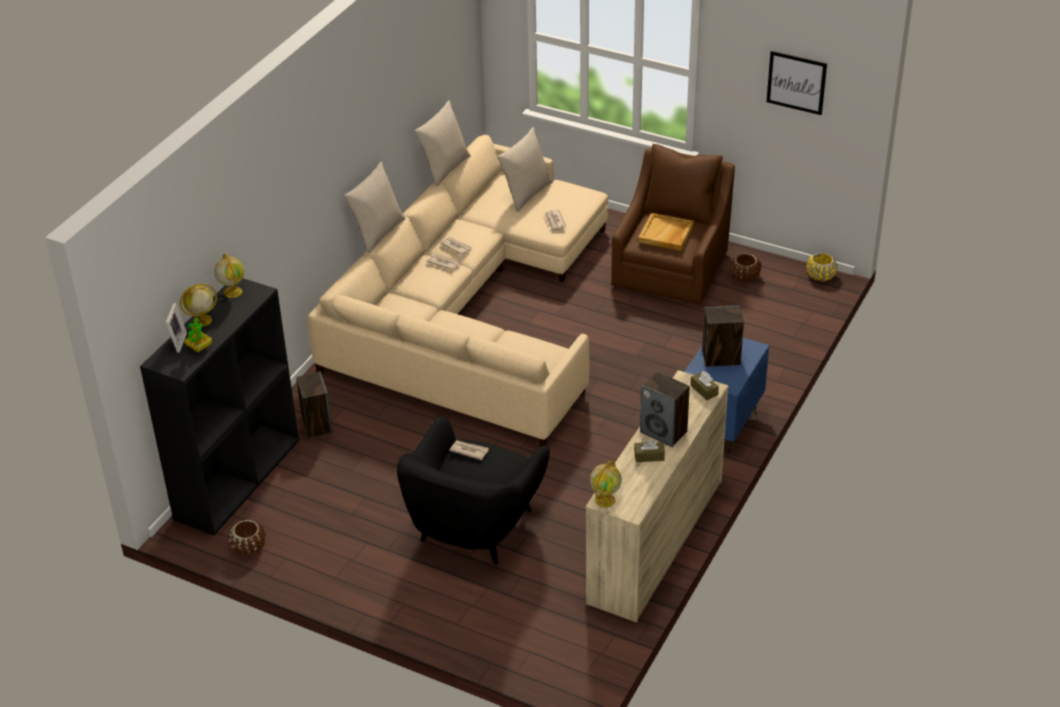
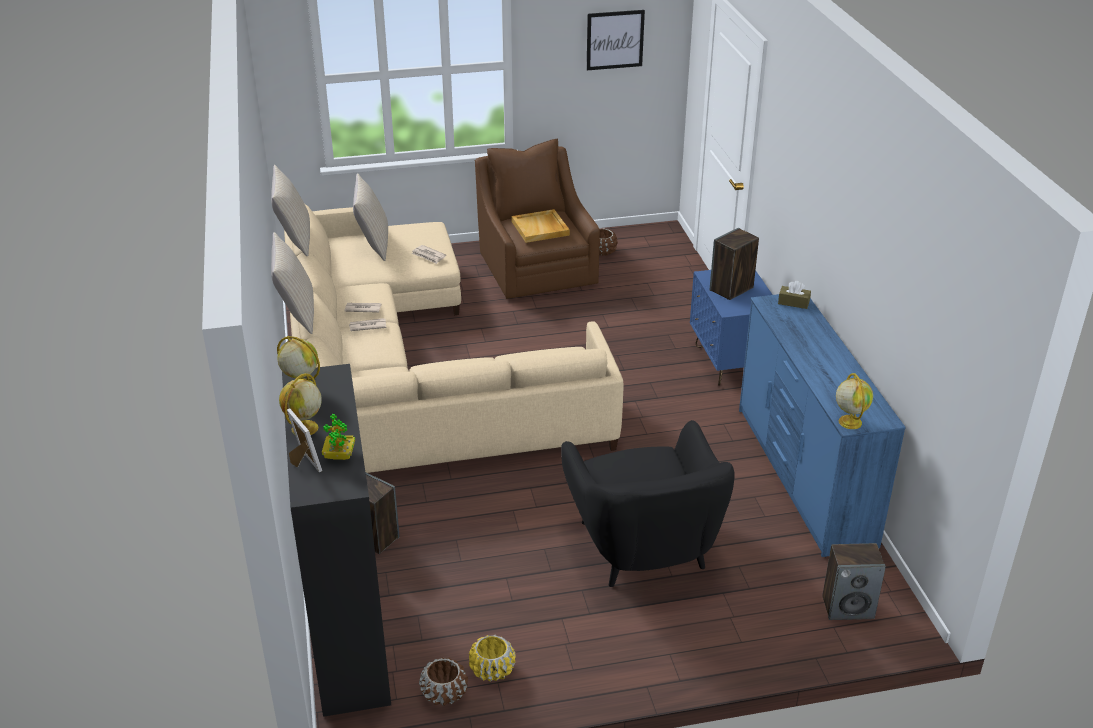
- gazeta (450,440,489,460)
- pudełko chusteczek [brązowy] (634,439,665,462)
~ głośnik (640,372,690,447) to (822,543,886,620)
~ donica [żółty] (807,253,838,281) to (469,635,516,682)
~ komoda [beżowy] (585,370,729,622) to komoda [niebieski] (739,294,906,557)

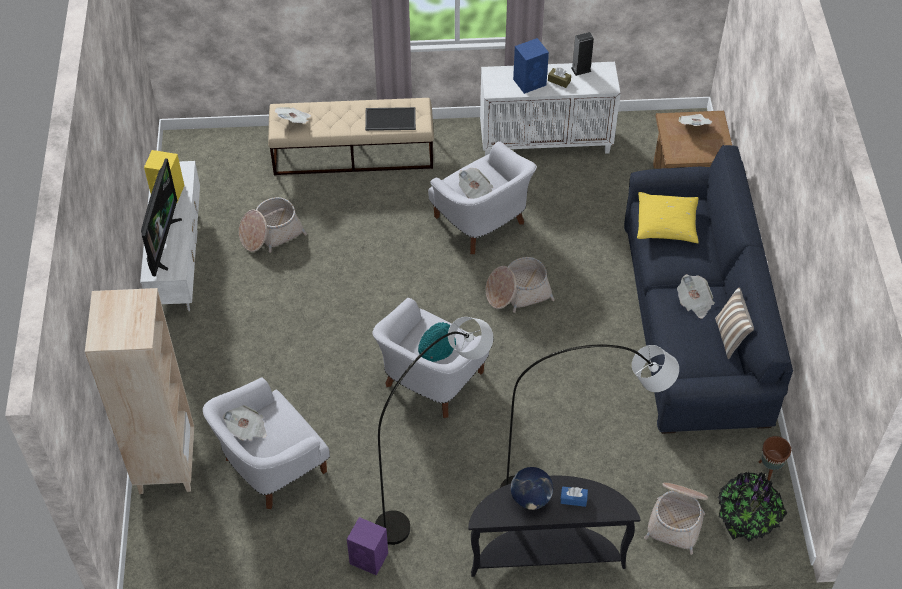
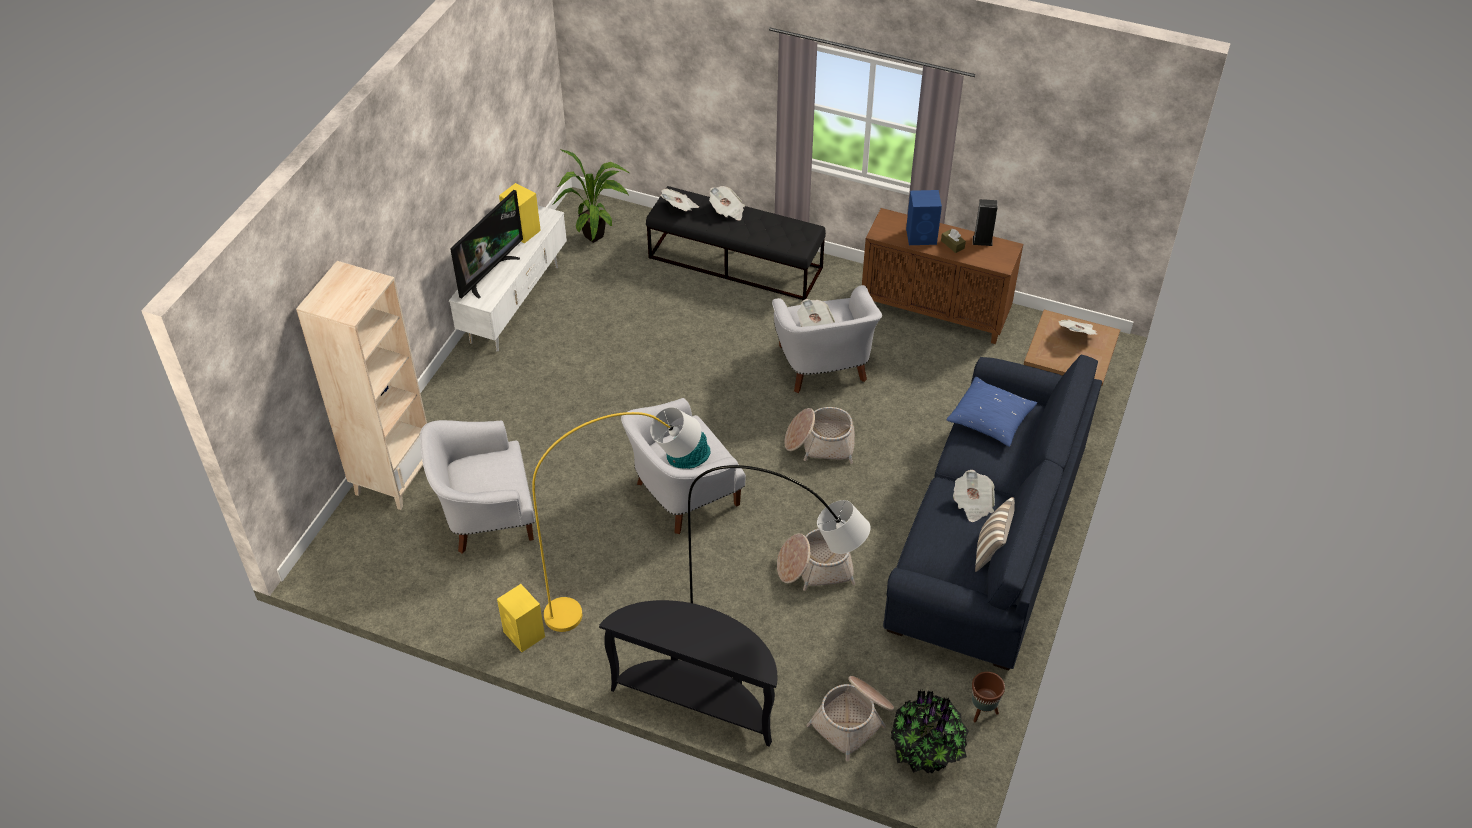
- taca (365,107,416,131)
- globus (511,467,553,510)
- pudełko chusteczek [niebieski] (561,487,588,507)
+ roślina doniczkowa (552,149,629,243)
~ gazeta (223,405,267,441) to (709,186,745,221)
~ koszyk (239,197,307,253) to (777,529,855,591)
~ ławka [beżowy] (268,98,434,175) to ławka [czarny] (646,186,826,300)
~ głośnik [fioletowy] (347,517,388,575) to głośnik [żółty] (497,584,545,652)
~ lampa stojąca [szary] (375,317,493,545) to lampa stojąca [żółty] (532,407,701,632)
~ szafka [biały] (480,62,621,156) to szafka [brązowy] (862,208,1023,344)
~ poduszka [żółty] (637,192,699,243) to poduszka [niebieski] (946,377,1037,447)

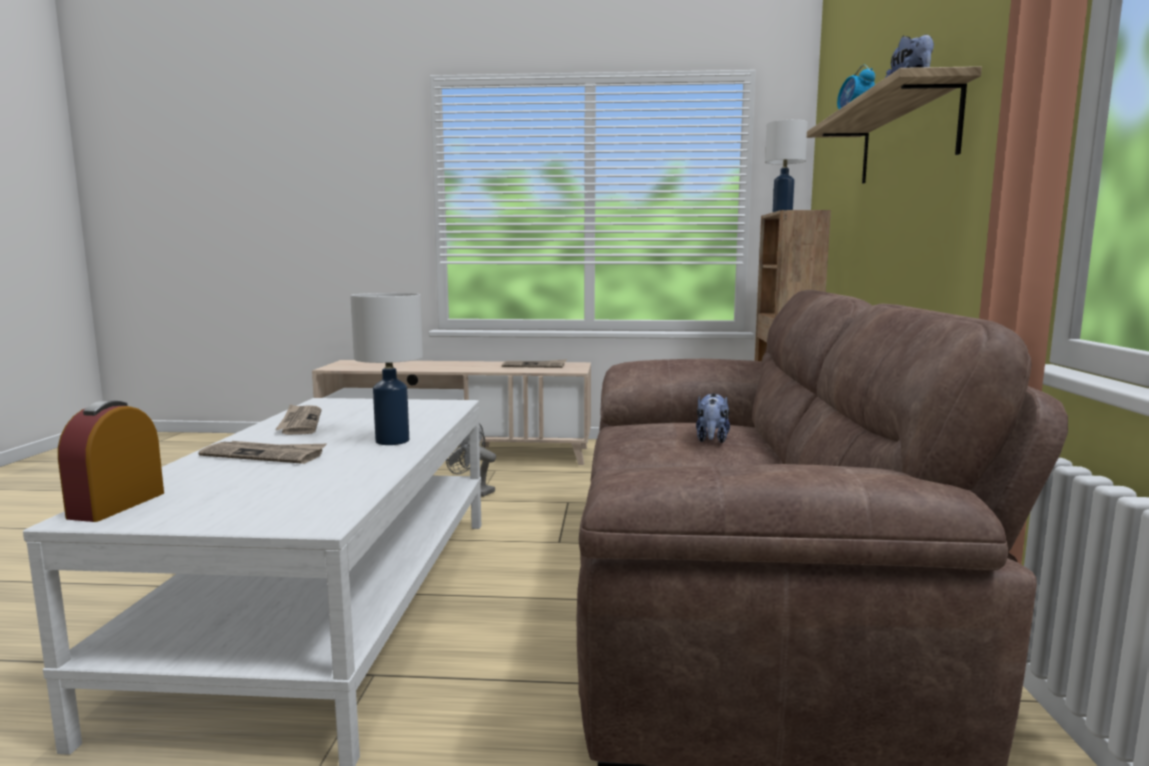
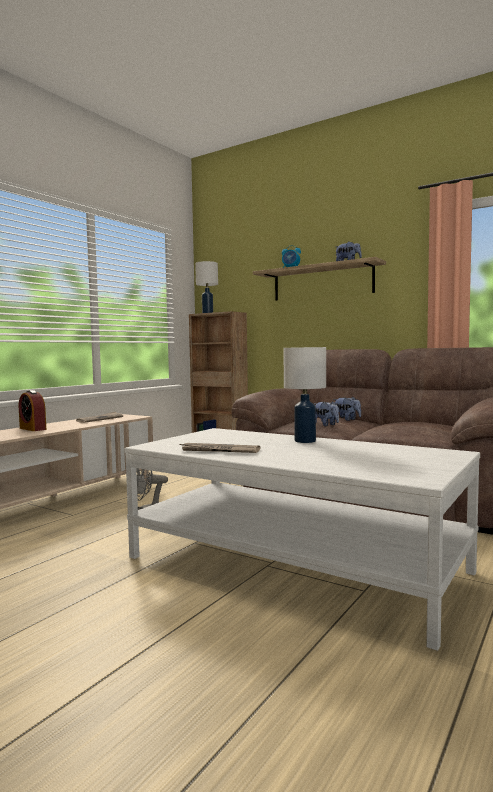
- gazeta (199,441,327,464)
+ pluszak (314,401,339,426)
~ budzik (58,400,164,522) to (19,390,46,431)

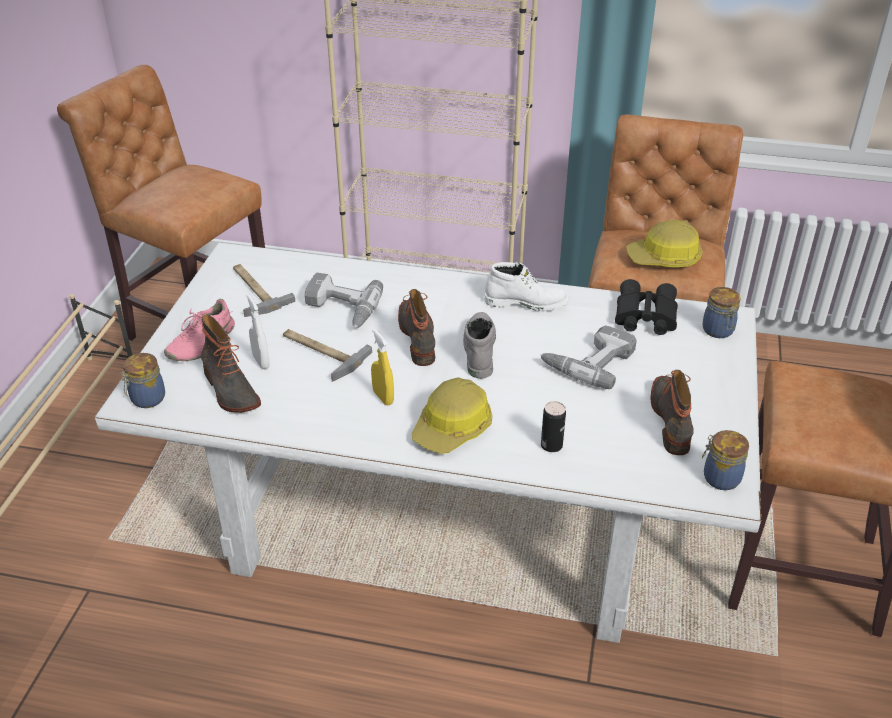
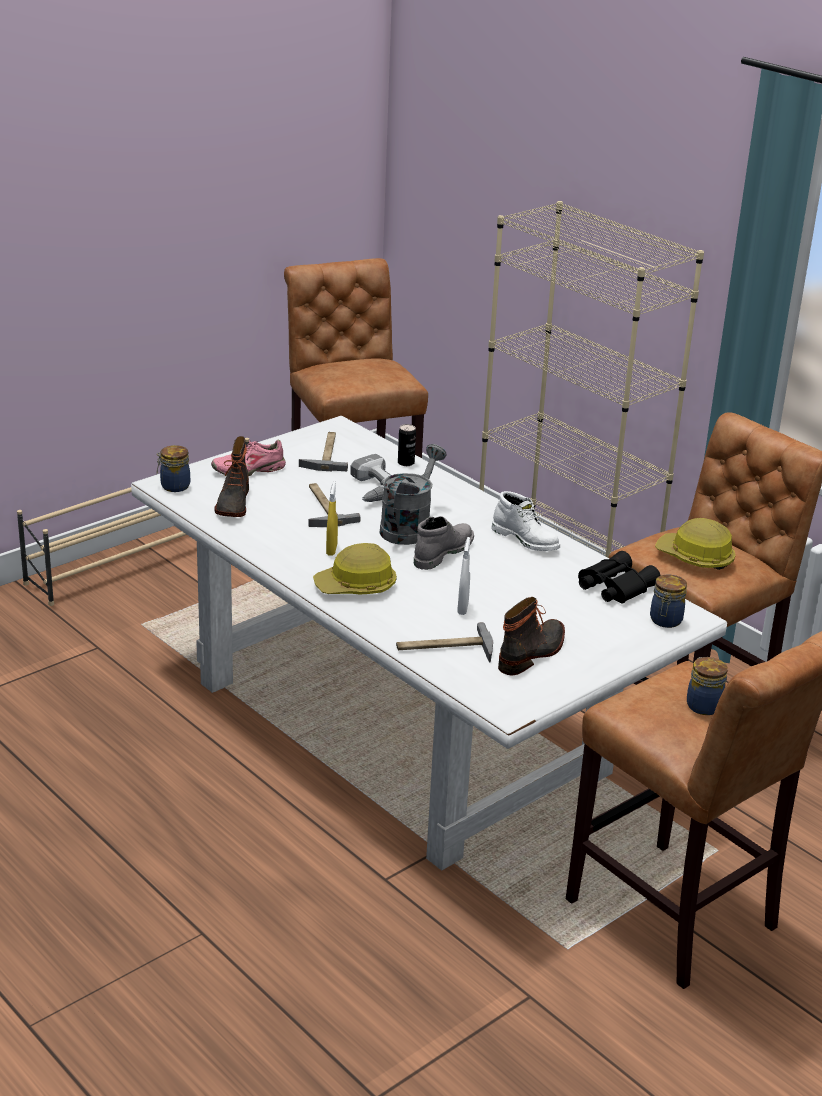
- wiertarka (540,325,637,389)
+ młotek (396,622,493,662)
~ spryskiwacz [biały] (247,294,270,369) to (457,537,470,615)
~ puszka (541,401,566,452) to (398,424,416,466)
~ słoik (702,430,749,490) to (687,657,728,715)
~ but z cholewką (398,289,435,366) to konewka [szary] (380,444,447,545)

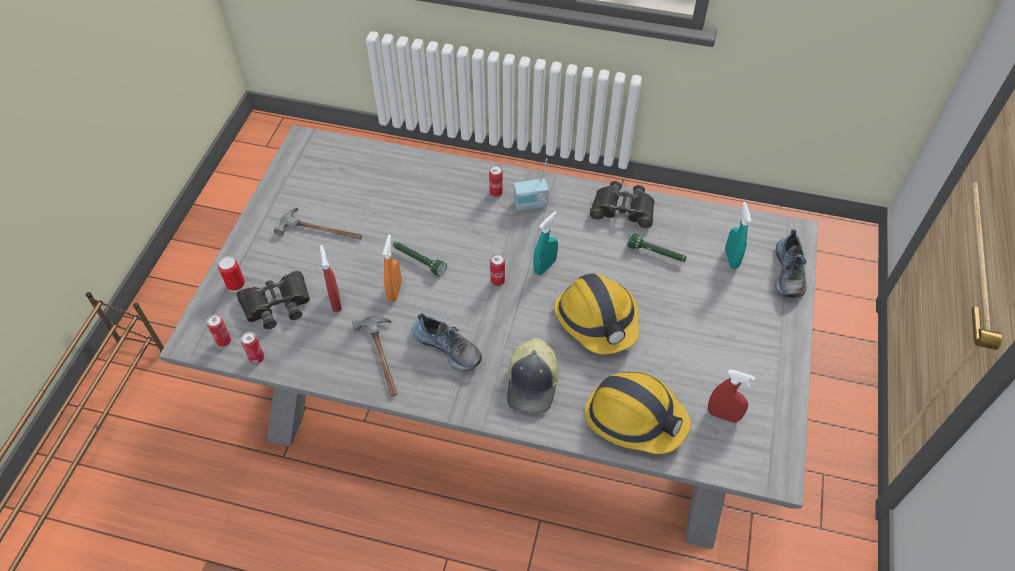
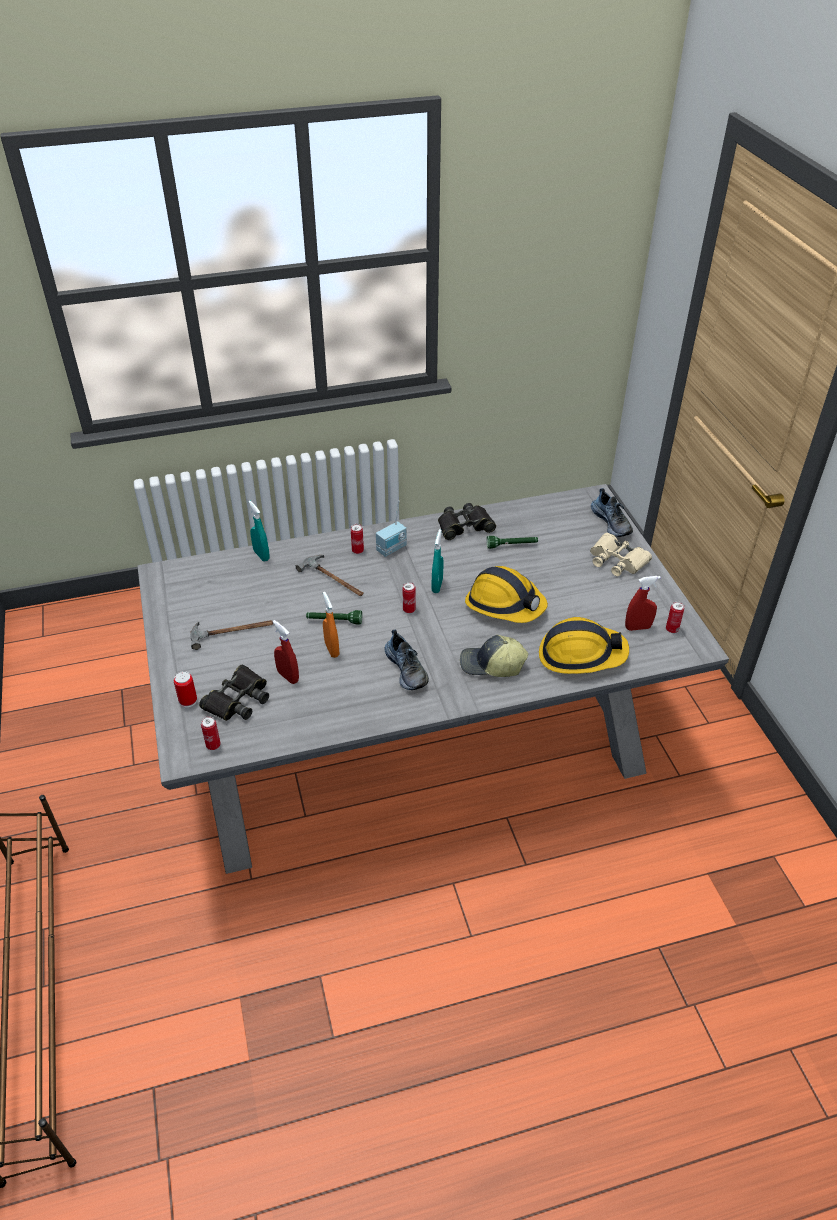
+ lornetka [beżowy] (590,533,652,576)
~ puszka (240,331,264,364) to (666,601,684,633)
~ młotek (352,316,398,397) to (296,555,363,596)
~ spryskiwacz [turkusowy] (725,202,751,269) to (249,501,270,562)
~ but (412,313,482,371) = (384,629,429,690) 60 degrees clockwise
~ czapka z daszkiem (507,338,558,413) = (460,635,528,677) 120 degrees clockwise

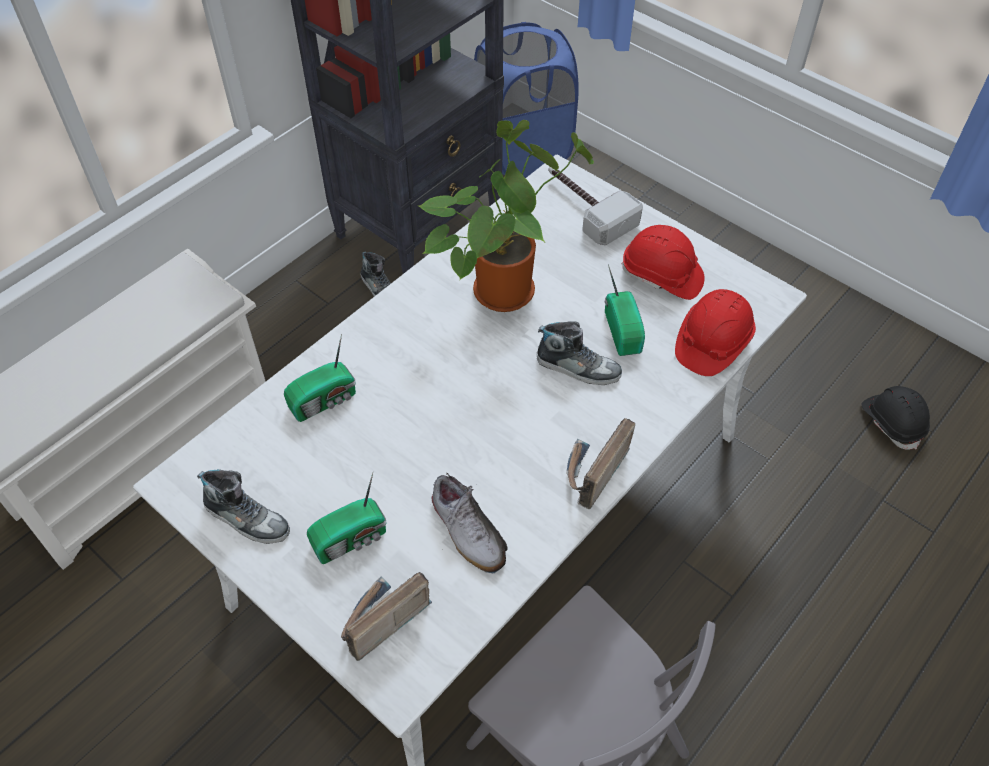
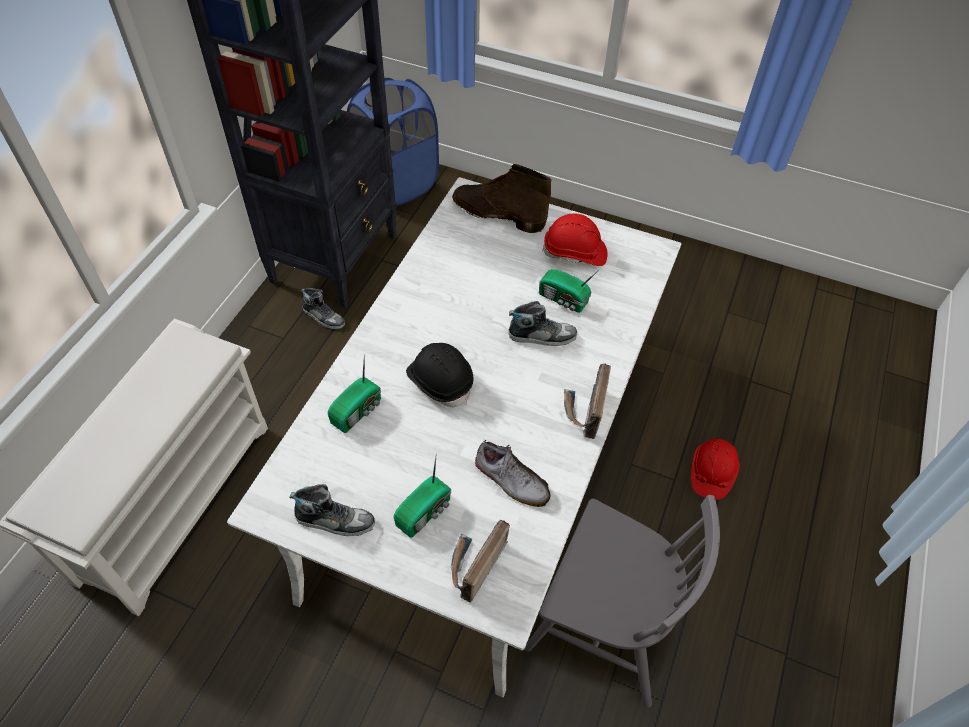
- roślina doniczkowa (418,120,594,312)
~ kask [czerwony] (675,289,756,376) to (691,439,740,500)
~ kask [czarny] (861,386,930,450) to (406,343,473,407)
~ młotek (548,167,643,245) to but z cholewką [brązowy] (452,164,551,233)
~ radio (605,264,645,356) = (539,269,599,313) 150 degrees clockwise

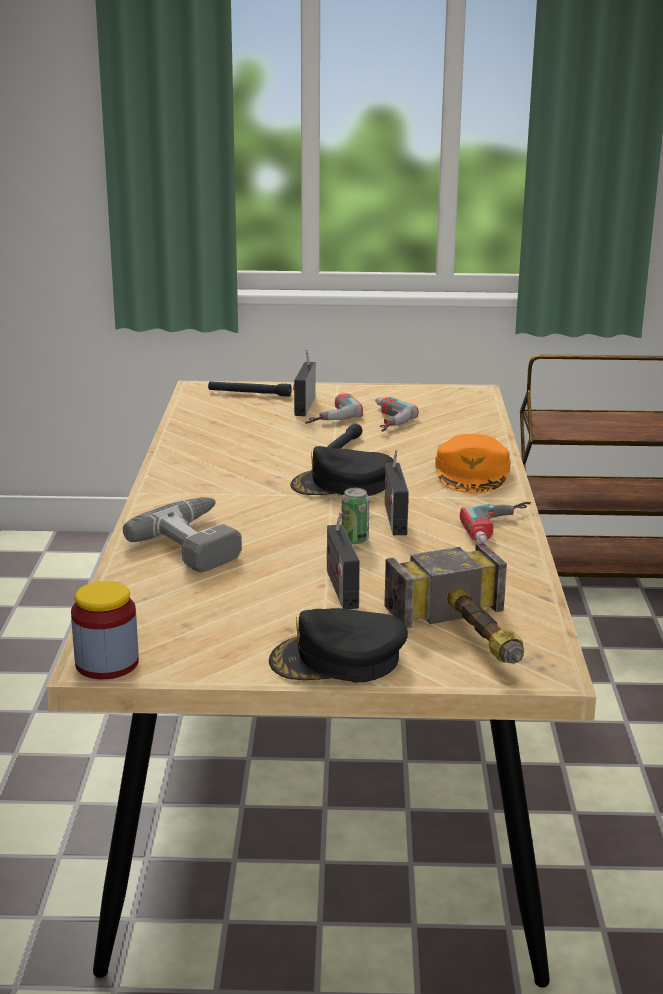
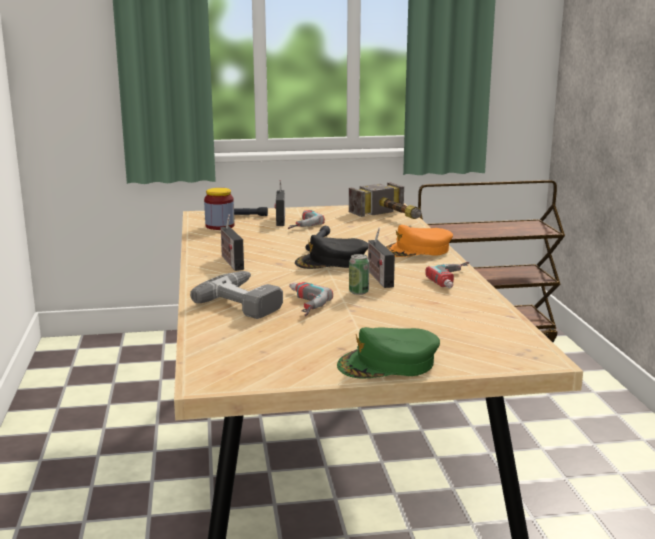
~ słoik (71,581,139,679) to (204,188,235,230)
~ radio (327,511,360,609) to (221,215,244,271)
~ wiertarka (375,397,419,432) to (289,282,333,316)
~ młotek (384,543,524,664) to (349,182,421,219)
~ czapka z daszkiem [czarny] (269,608,408,682) to czapka z daszkiem [zielony] (337,327,440,378)
~ czapka z daszkiem [pomarańczowy] (435,434,511,493) = (386,225,453,257) 75 degrees clockwise

